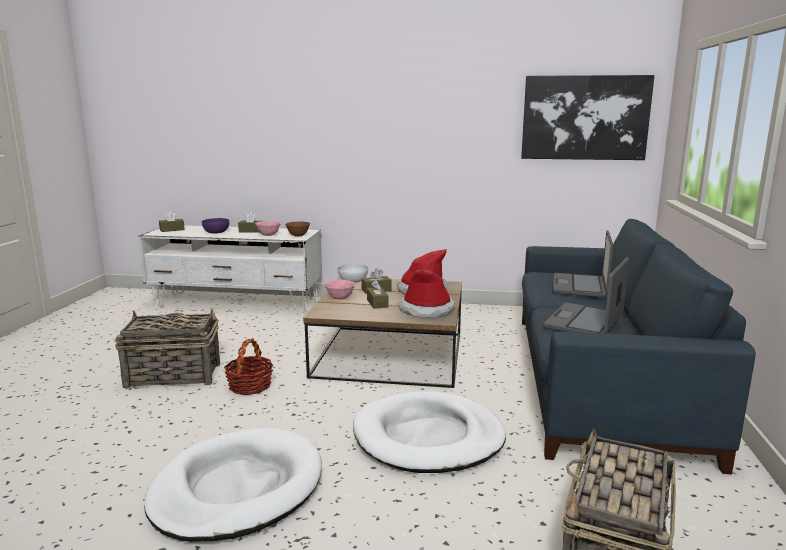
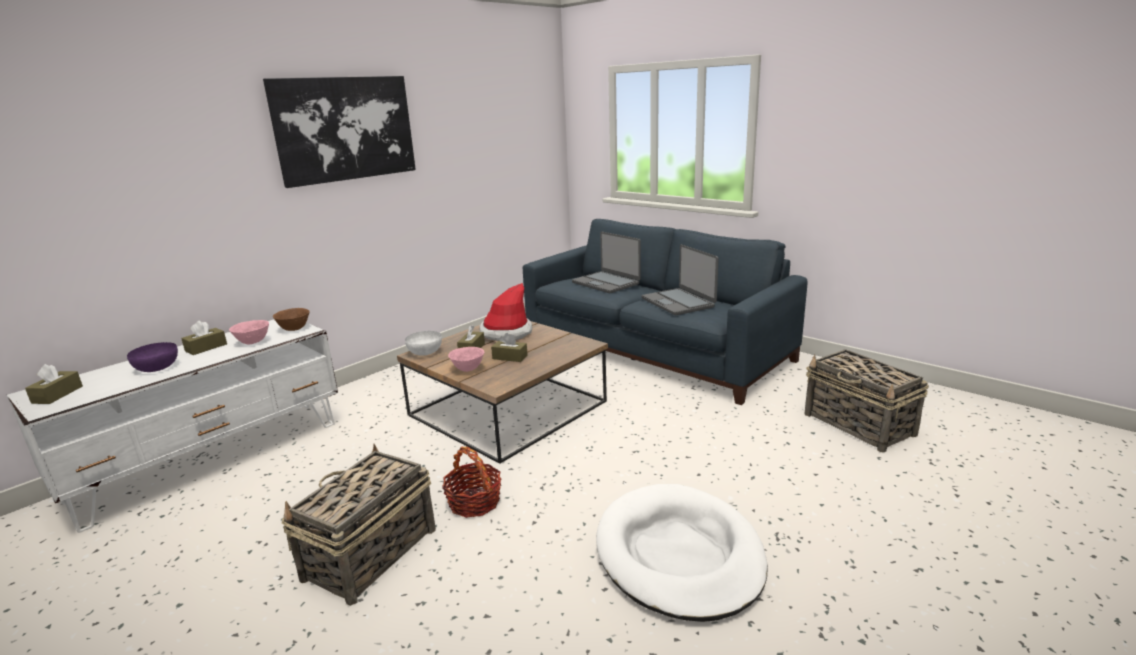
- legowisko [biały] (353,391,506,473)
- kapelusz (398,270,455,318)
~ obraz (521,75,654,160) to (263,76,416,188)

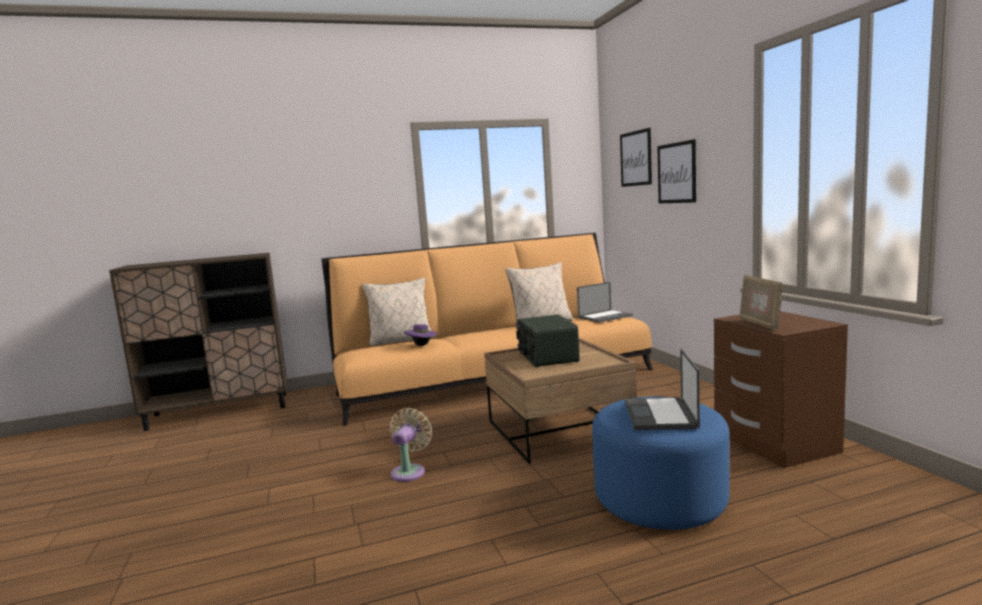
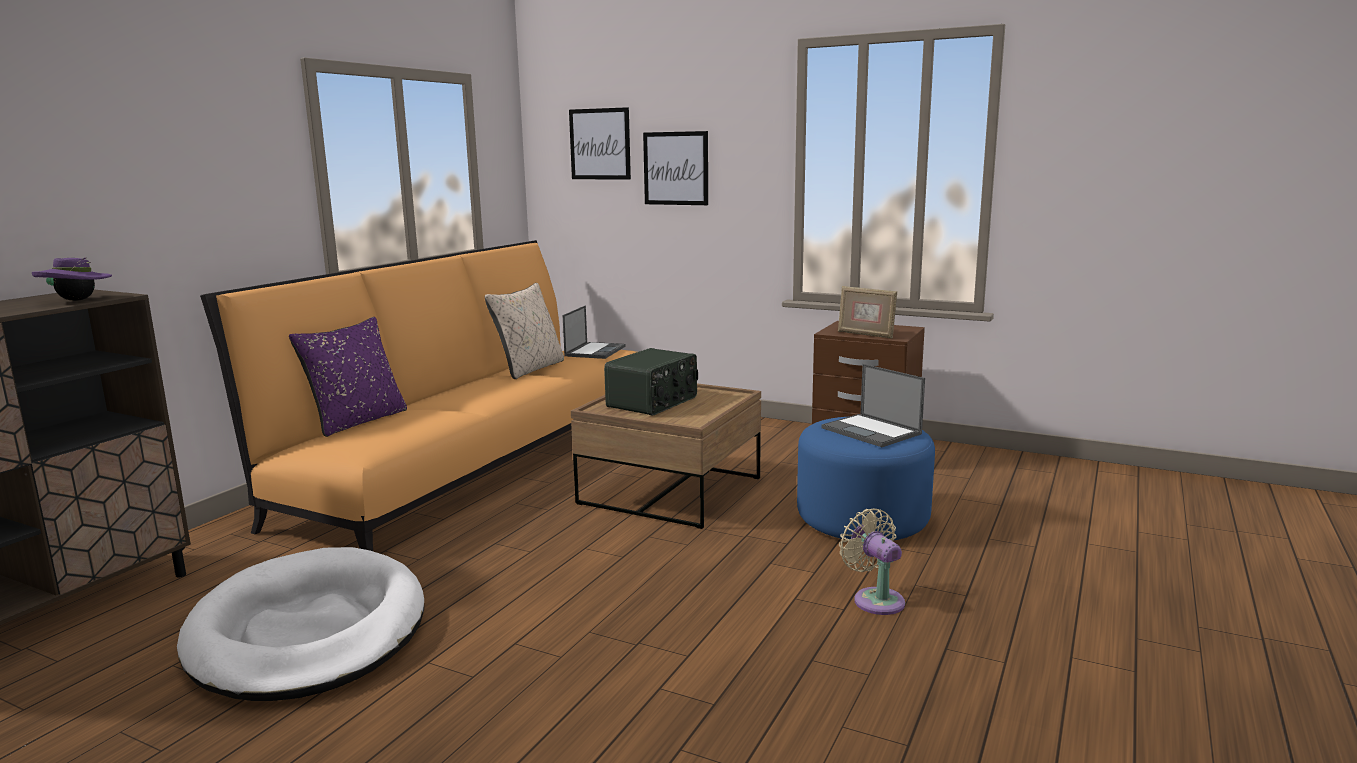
+ legowisko [biały] (177,547,424,701)
~ wentylator [beżowy] (390,408,432,482) to (839,508,905,615)
~ kapelusz [fioletowy] (404,324,437,346) to (32,257,112,301)
~ poduszka [beżowy] (362,278,434,346) to poduszka [fioletowy] (289,317,407,437)
~ radio (516,314,580,367) = (604,348,698,416) 90 degrees counterclockwise

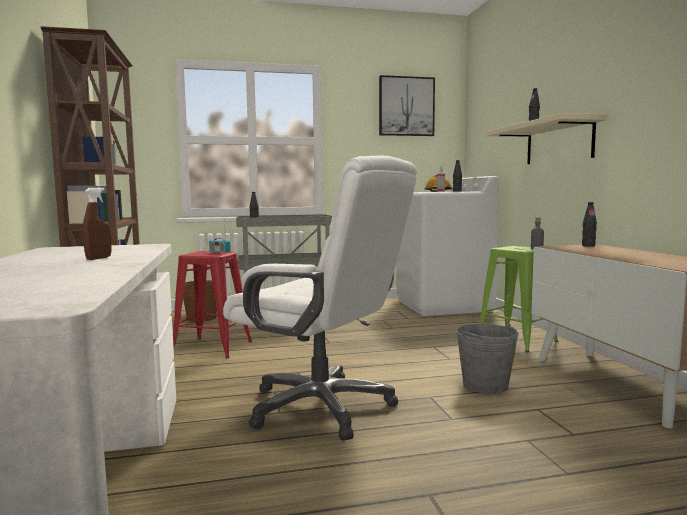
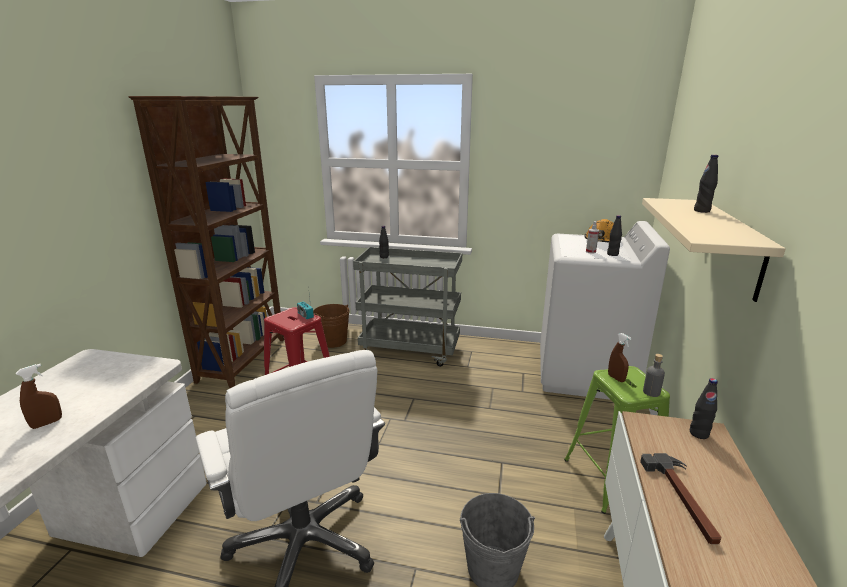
- obraz (379,75,435,136)
+ spryskiwacz [brązowy] (608,333,631,382)
+ młotek (640,453,721,544)

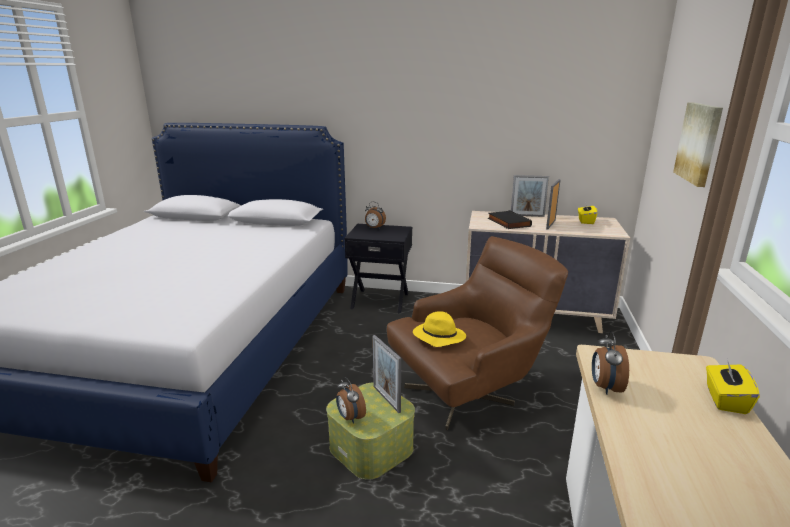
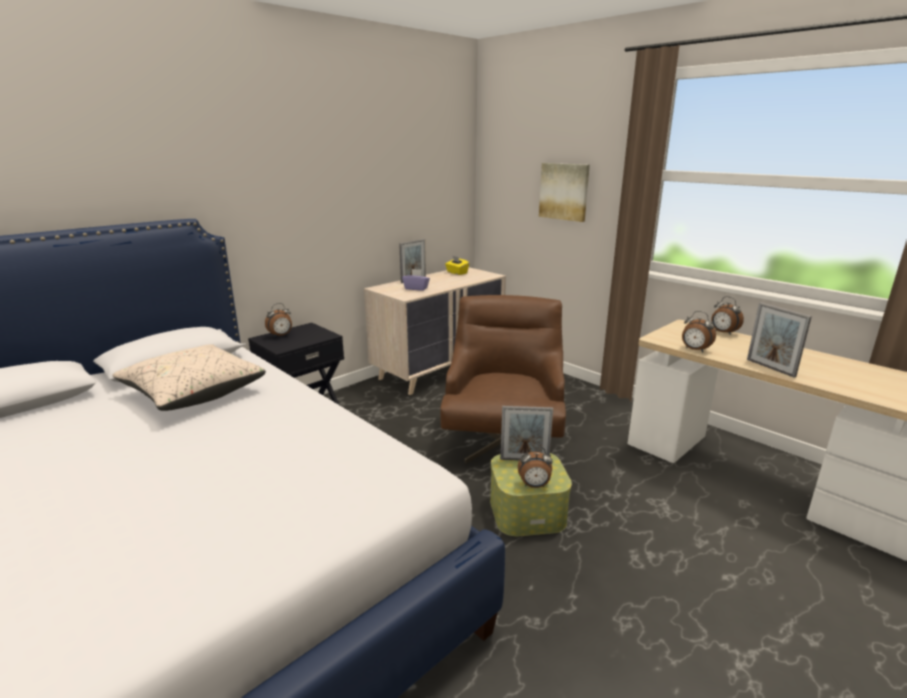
- kapelusz [żółty] (413,311,466,347)
+ poduszka [beżowy] (113,344,266,411)
~ ramka na zdjęcie (546,179,561,230) to (747,302,812,378)
~ książka [czarny] (488,210,532,229) to pudełko chusteczek [fioletowy] (402,269,430,291)
~ pudełko chusteczek [żółty] (706,359,760,414) to budzik (711,296,744,335)

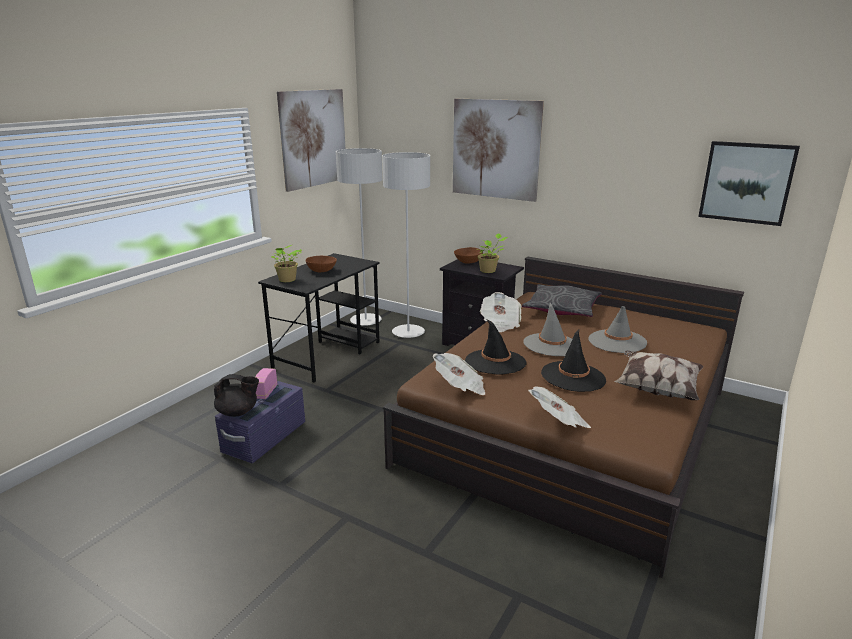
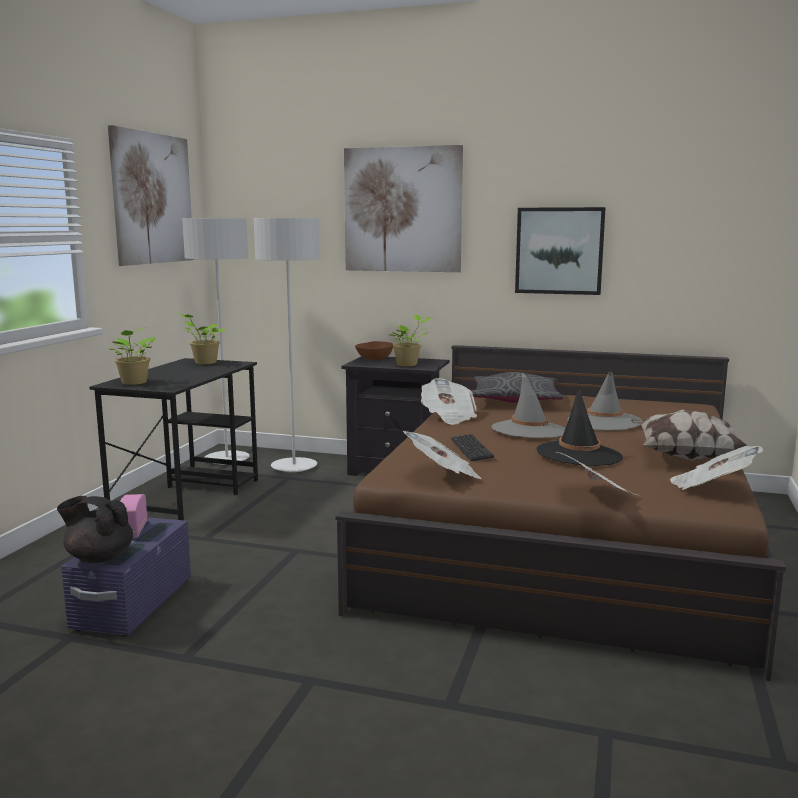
- miska [brązowy] (306,256,337,272)
+ roślina doniczkowa (178,313,225,364)
+ gazeta (670,446,763,490)
~ obraz (698,141,800,226) to (515,207,606,295)
~ kapelusz [czarny] (465,319,526,374) to klawiatura (451,434,494,461)
~ imbryk [czarny] (214,374,259,416) = (57,496,133,563) 150 degrees counterclockwise

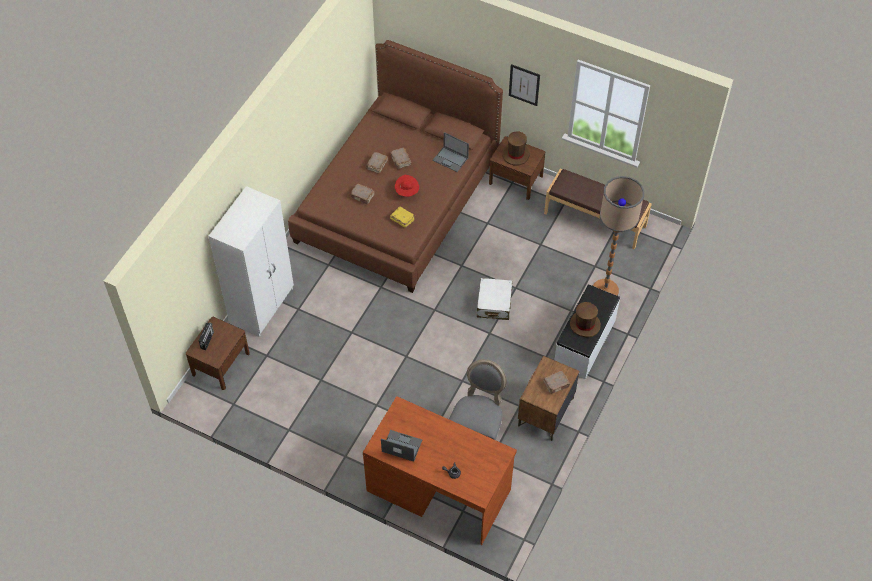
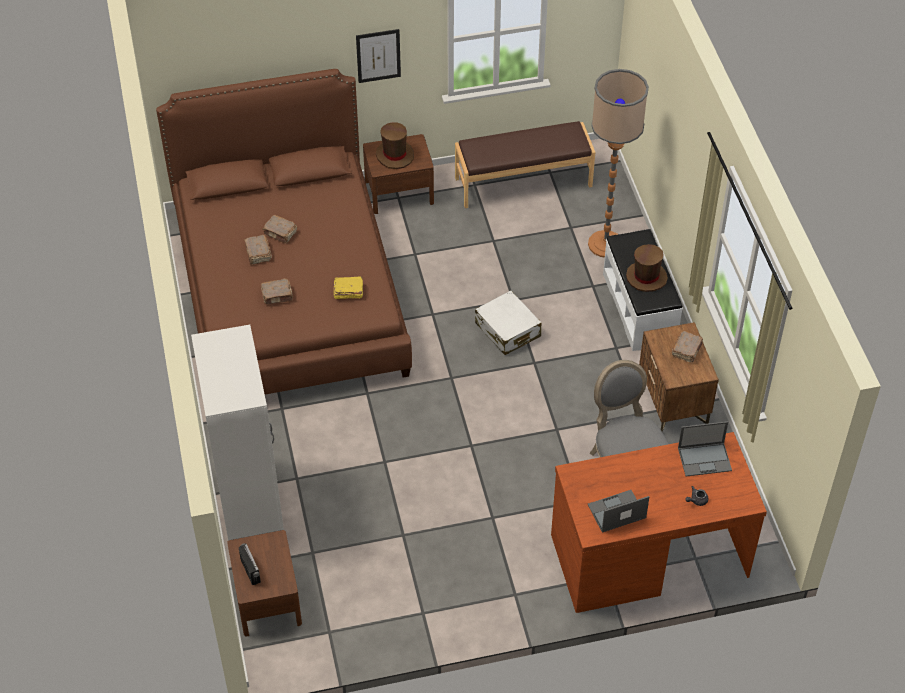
- kapelusz [czerwony] (395,175,419,197)
~ laptop (433,132,469,172) to (678,421,732,476)

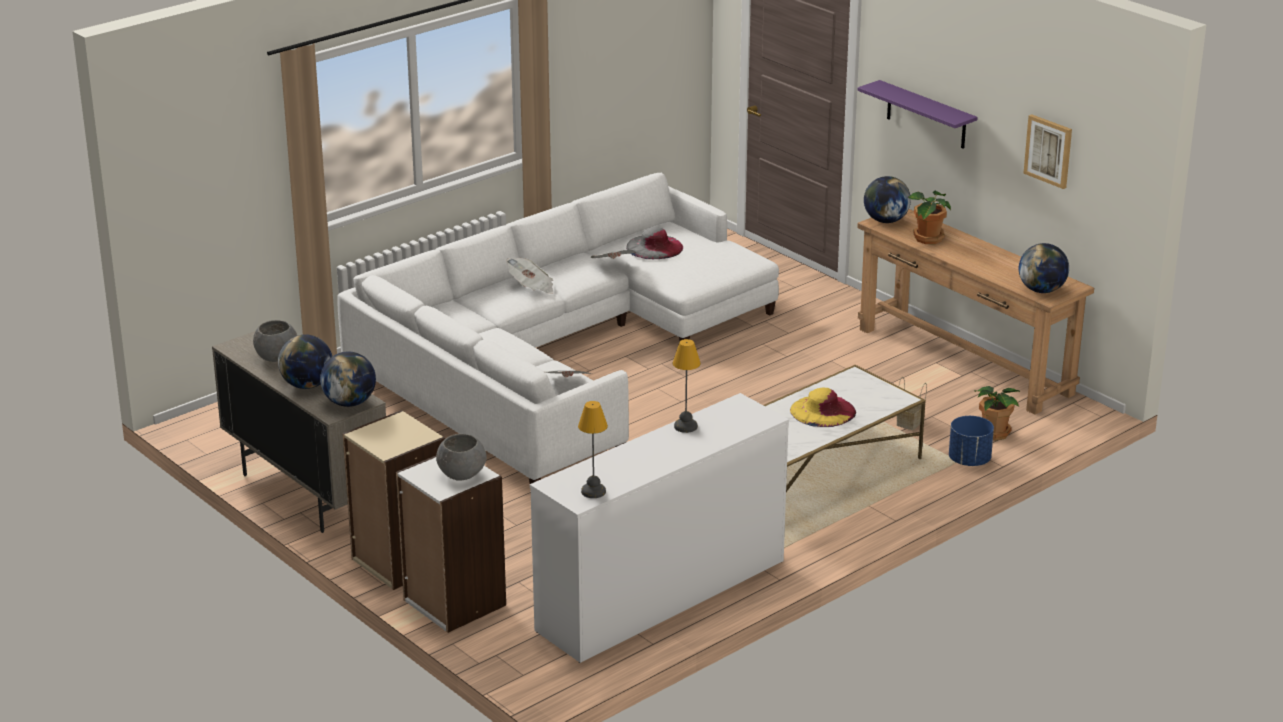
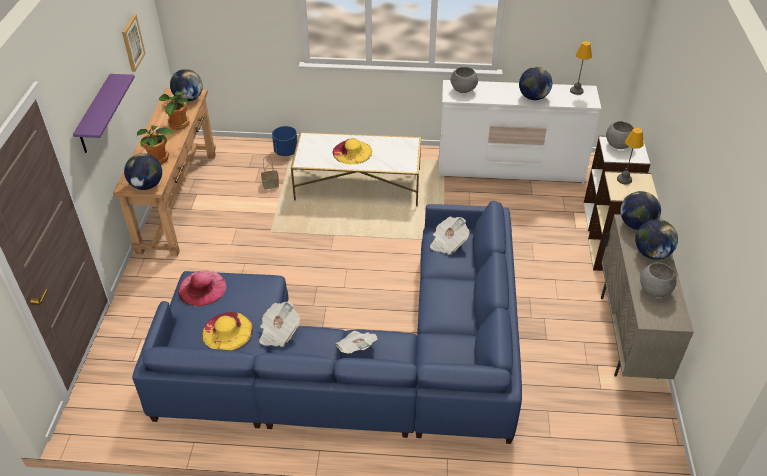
+ kapelusz [różowy] (178,271,227,306)
+ miska [szary] (450,67,478,93)
+ globus (519,67,552,100)
~ lampa stołowa (673,339,701,433) to (617,128,644,184)
~ roślina doniczkowa (974,386,1020,441) to (159,91,190,130)
~ kanapa [biały] (337,173,779,484) to kanapa [niebieski] (132,201,522,444)
~ kapelusz [szary] (626,227,683,259) to kapelusz [żółty] (202,312,253,351)

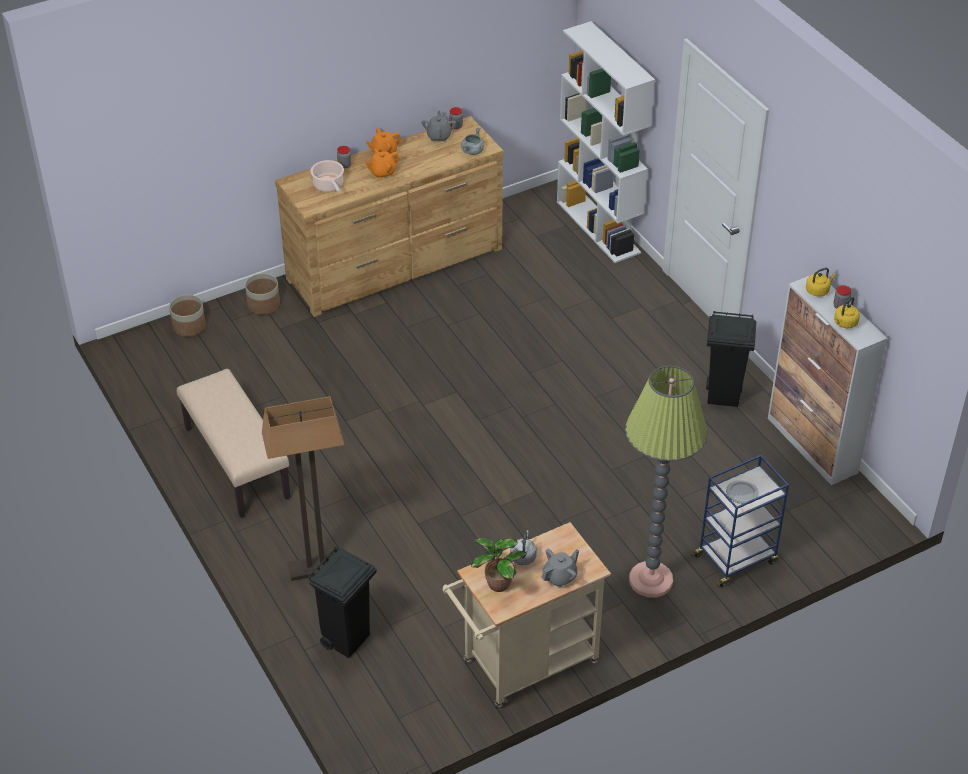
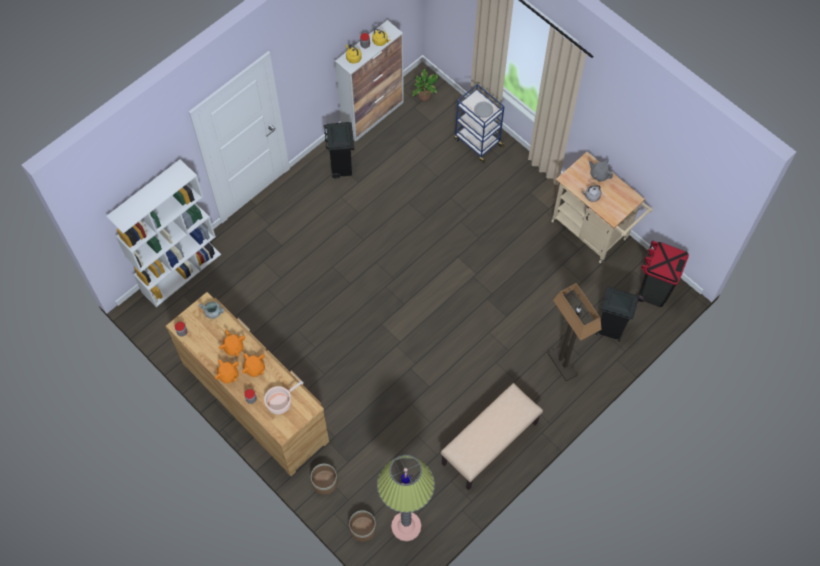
- imbryk [szary] (422,111,456,142)
+ imbryk [pomarańczowy] (219,329,245,357)
+ kosz na śmieci [czarny] (638,241,689,307)
~ roślina doniczkowa (471,538,527,592) to (411,69,439,101)
~ lampa stojąca (625,366,708,598) to (377,455,435,541)

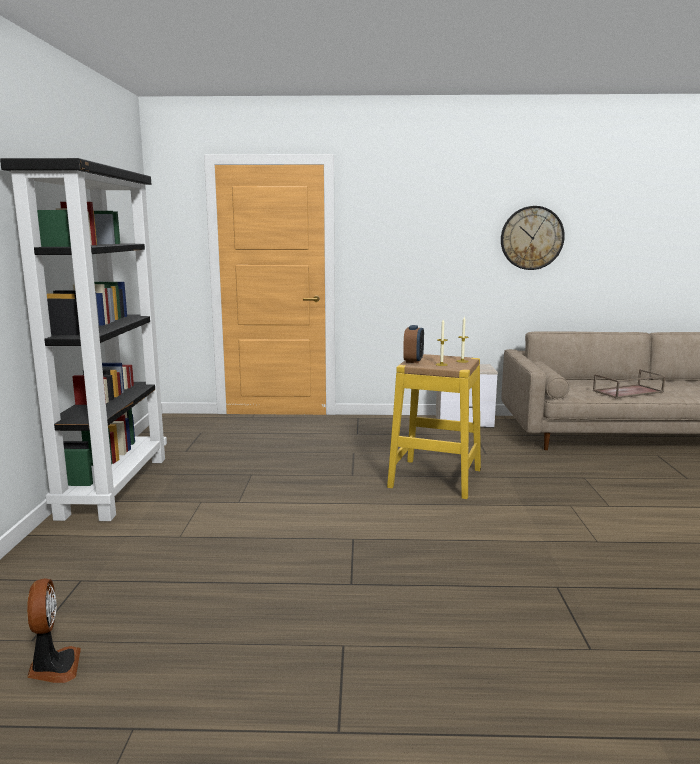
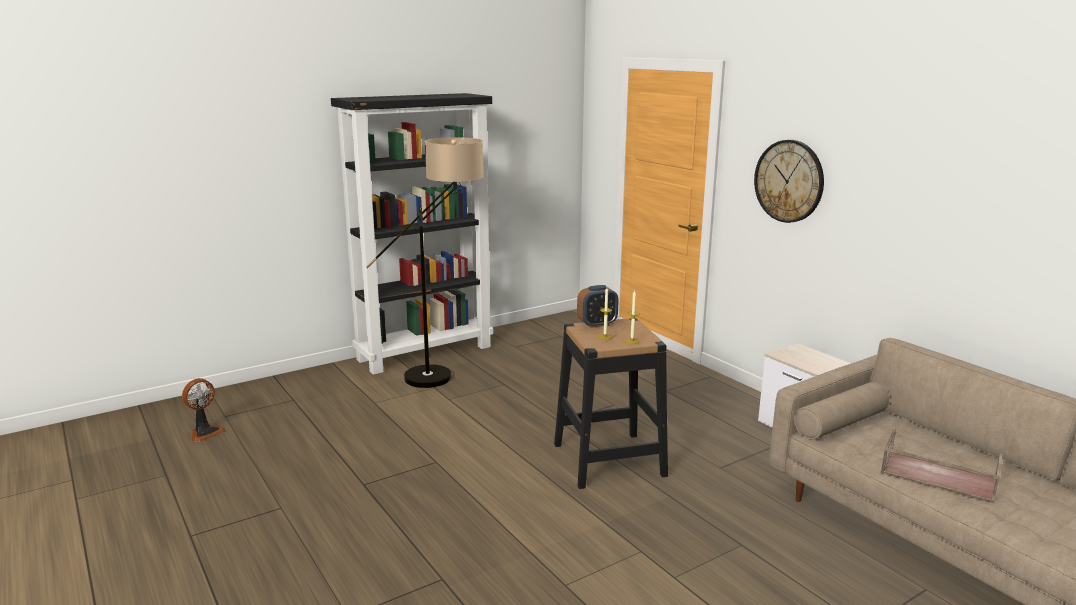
+ lampa stojąca (366,137,483,388)
~ zegar ścienny (501,206,565,270) to (754,140,824,223)
~ stołek [żółty] (387,354,481,499) to stołek [czarny] (554,318,668,489)

